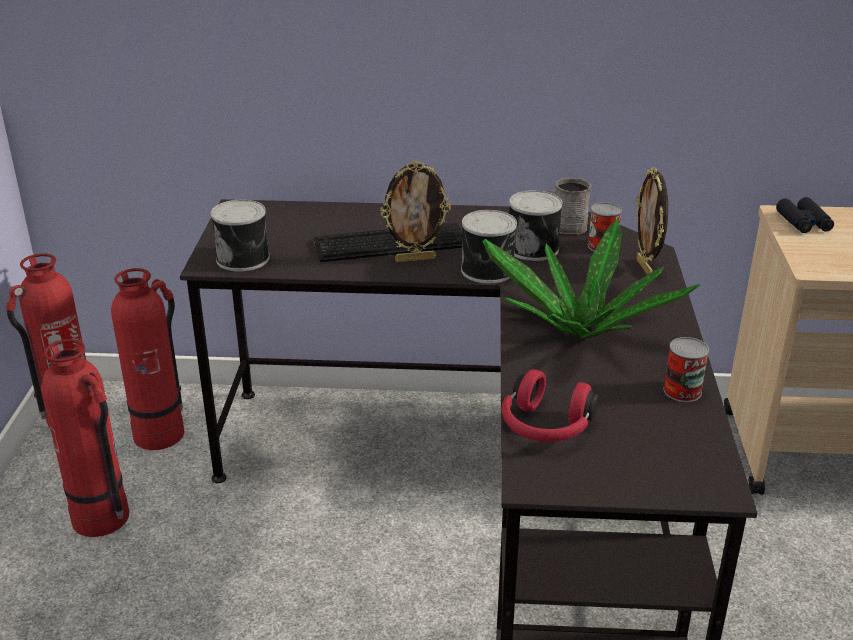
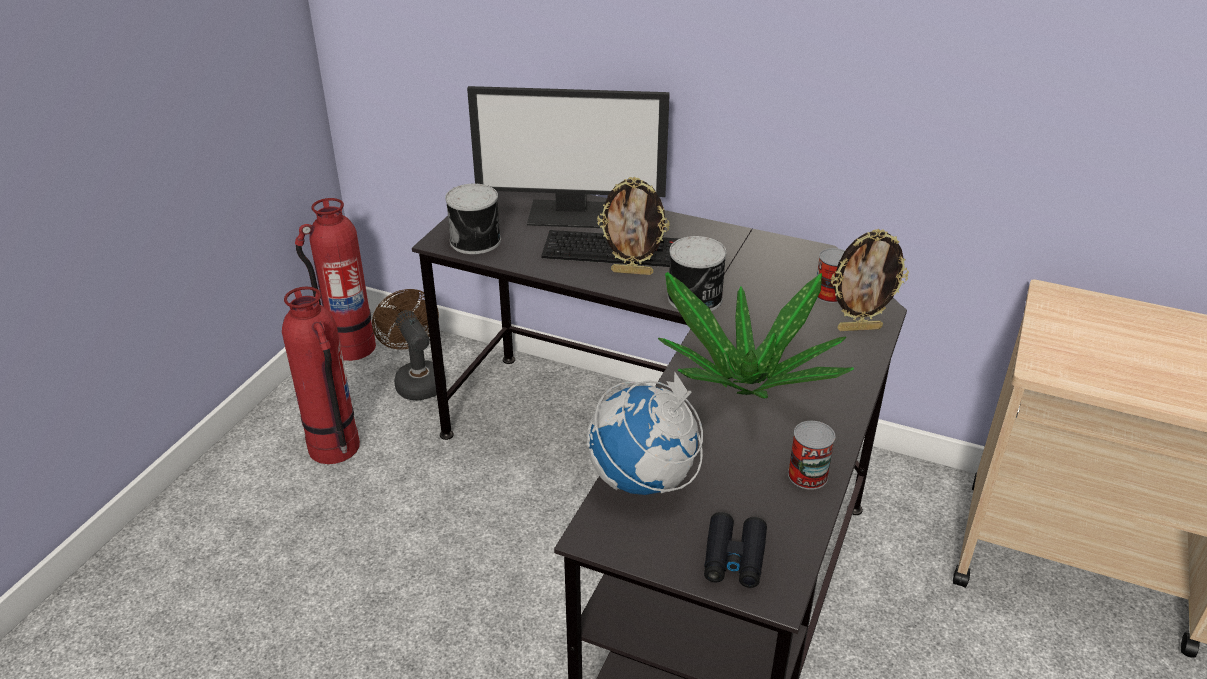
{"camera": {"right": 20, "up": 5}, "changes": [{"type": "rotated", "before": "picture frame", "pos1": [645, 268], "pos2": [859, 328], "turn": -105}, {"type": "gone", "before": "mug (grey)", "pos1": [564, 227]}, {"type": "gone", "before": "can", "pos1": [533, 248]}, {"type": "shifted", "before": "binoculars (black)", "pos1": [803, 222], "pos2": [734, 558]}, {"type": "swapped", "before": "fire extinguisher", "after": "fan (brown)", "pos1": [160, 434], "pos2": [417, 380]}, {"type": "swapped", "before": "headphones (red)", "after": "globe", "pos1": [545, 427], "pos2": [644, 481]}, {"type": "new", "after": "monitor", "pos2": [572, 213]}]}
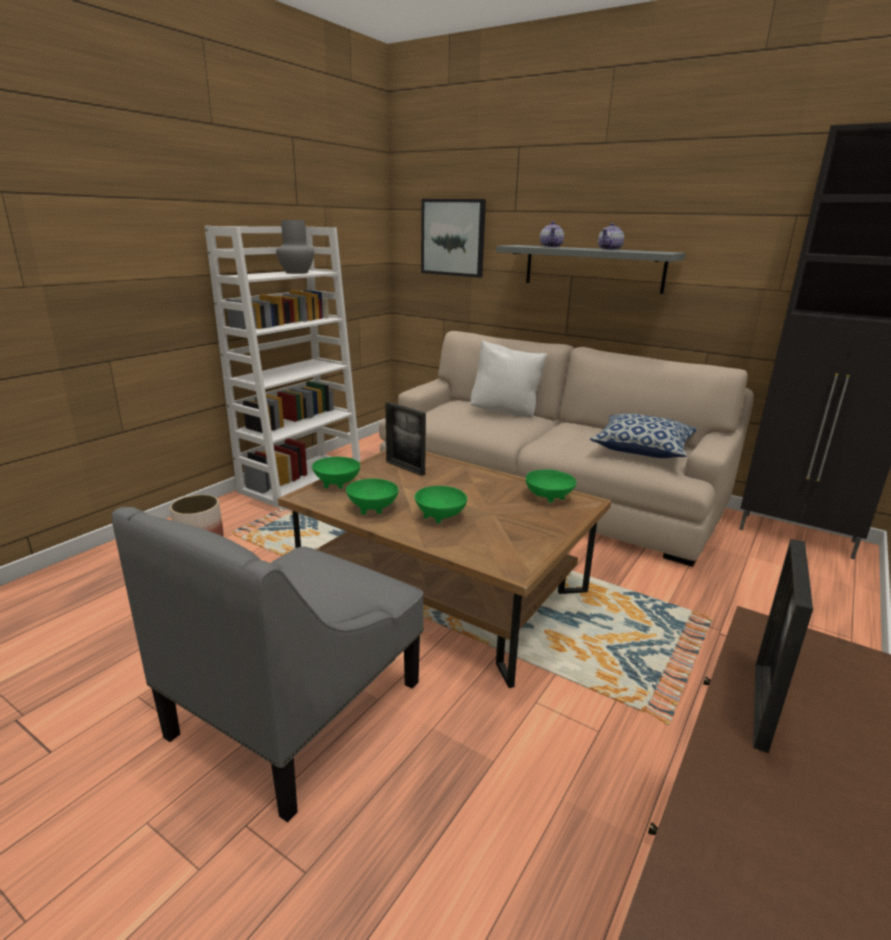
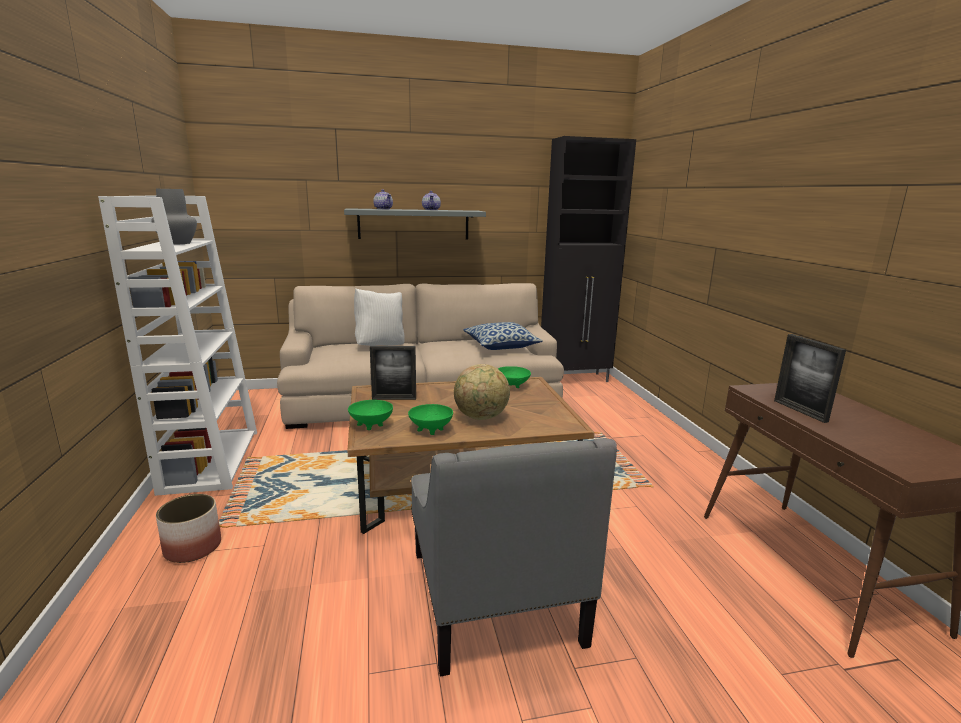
{"camera": {"right": -45, "up": -5}, "changes": [{"type": "gone", "before": "picture", "pos1": [453, 237]}, {"type": "swapped", "before": "bowl (green)", "after": "globe", "pos1": [440, 517], "pos2": [481, 417]}]}
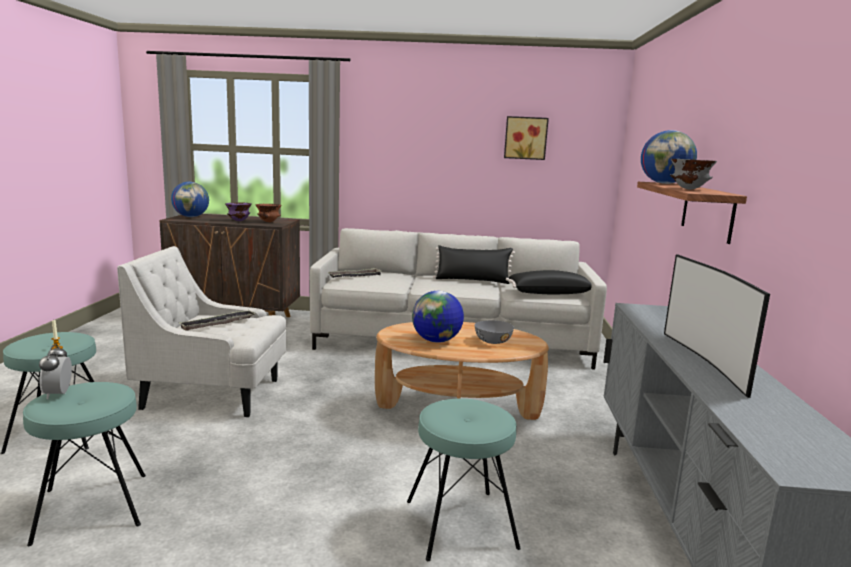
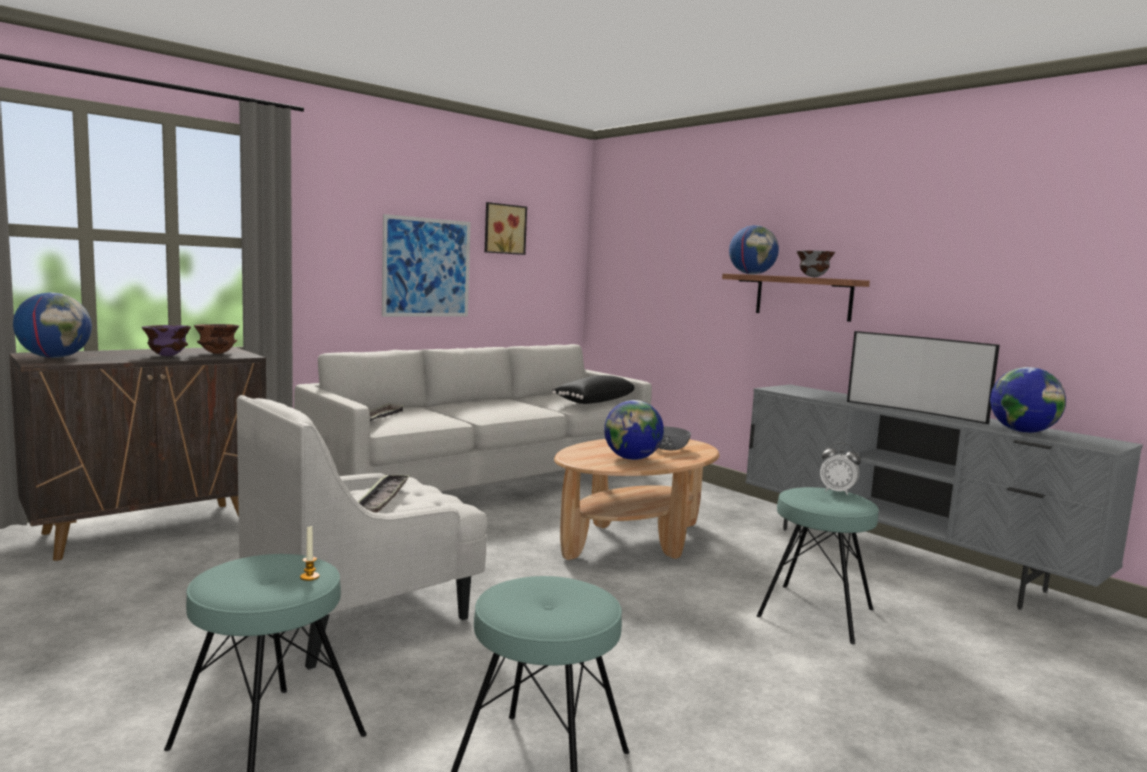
{"camera": {"right": -45, "up": -5}, "changes": [{"type": "gone", "before": "pillow (black)", "pos1": [472, 280]}, {"type": "shifted", "before": "alarm clock", "pos1": [58, 394], "pos2": [837, 492]}, {"type": "new", "after": "picture", "pos2": [426, 267]}, {"type": "new", "after": "globe", "pos2": [1022, 432]}]}
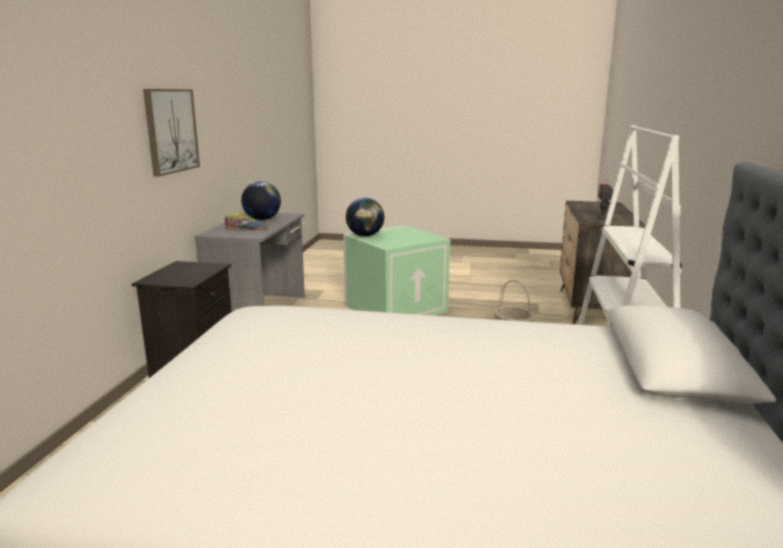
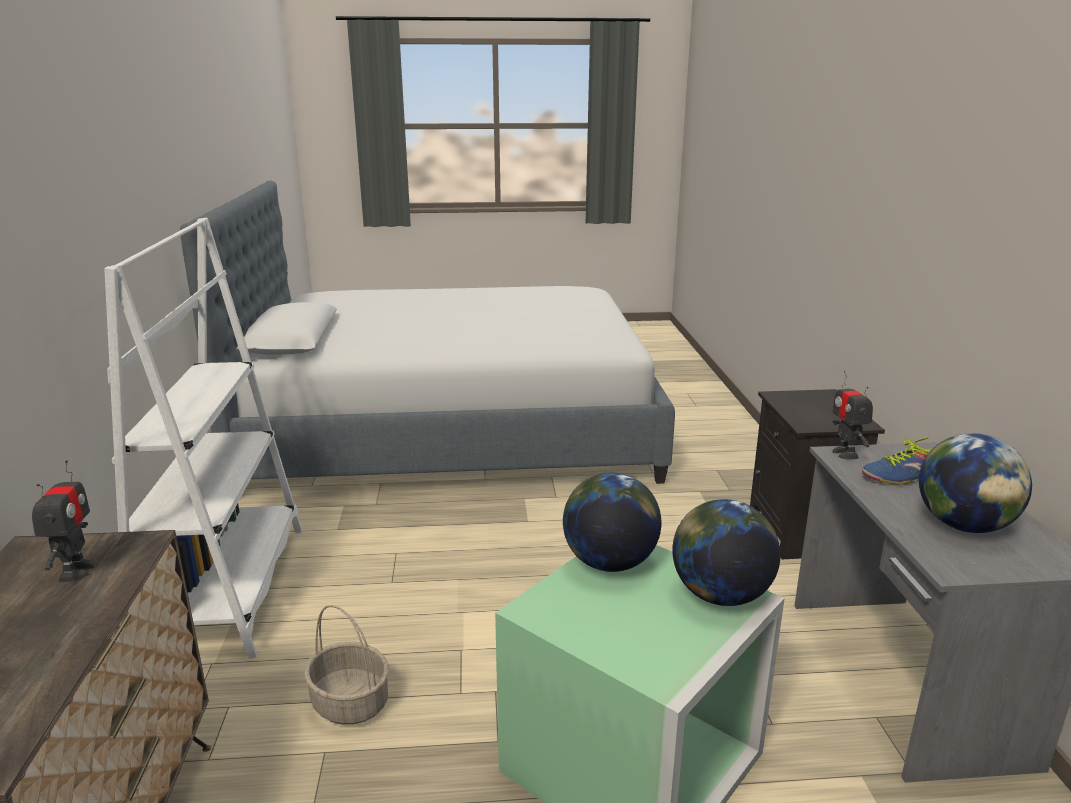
{"camera": {"right": 165, "up": 5}, "changes": [{"type": "gone", "before": "picture", "pos1": [171, 131]}, {"type": "new", "after": "toy robot", "pos2": [845, 453]}, {"type": "new", "after": "globe", "pos2": [609, 562]}]}
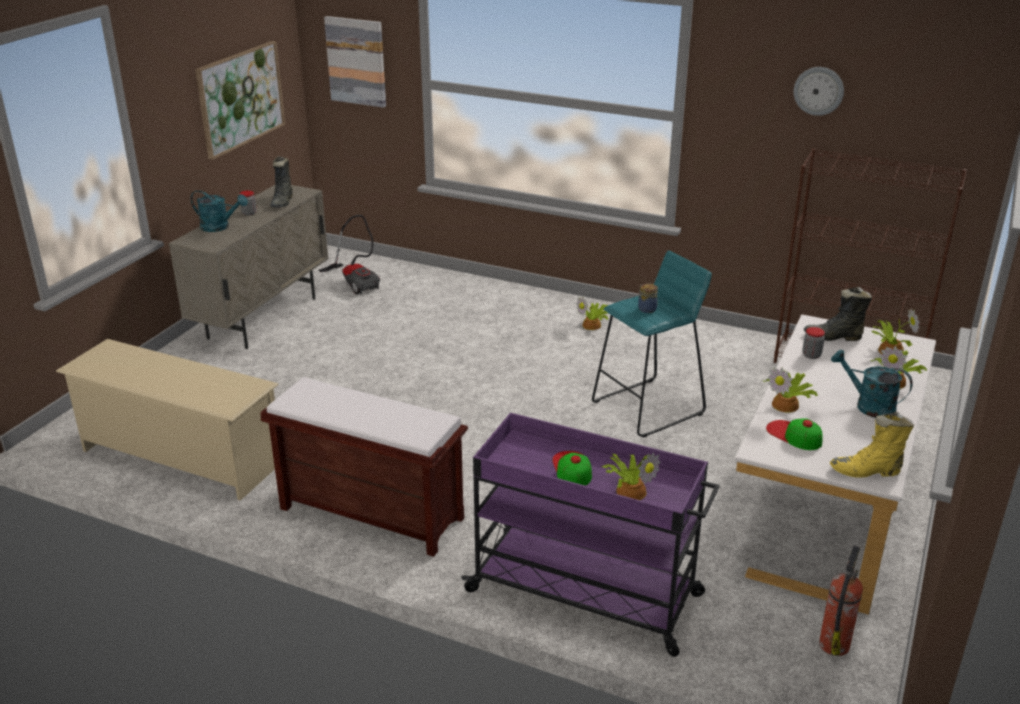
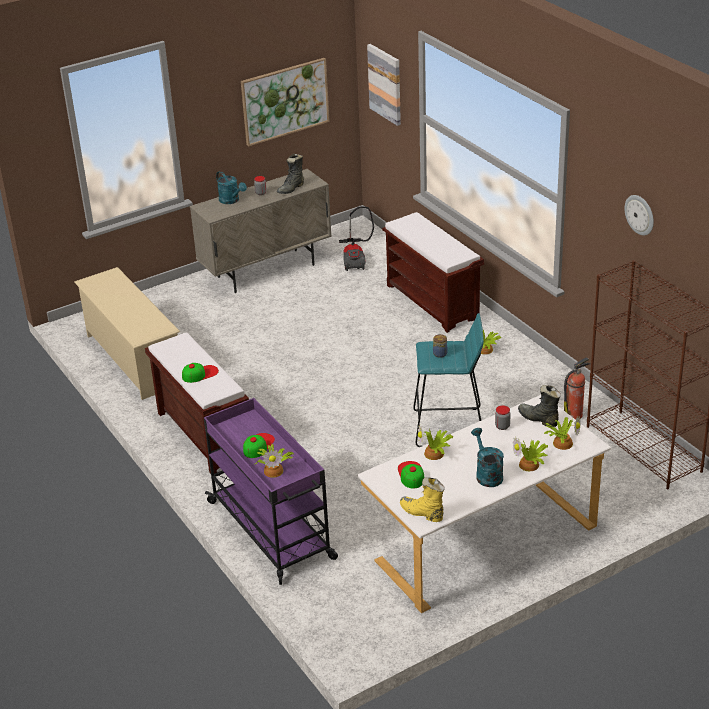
{"camera": {"right": 35, "up": 5}, "changes": [{"type": "shifted", "before": "fire extinguisher", "pos1": [834, 643], "pos2": [574, 414]}, {"type": "new", "after": "bench (brown)", "pos2": [433, 302]}, {"type": "new", "after": "cap", "pos2": [200, 374]}]}
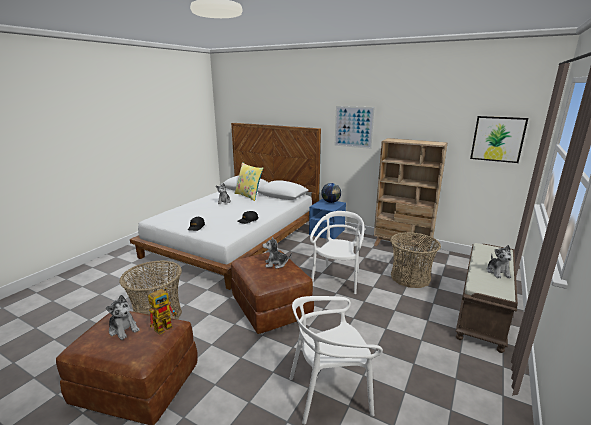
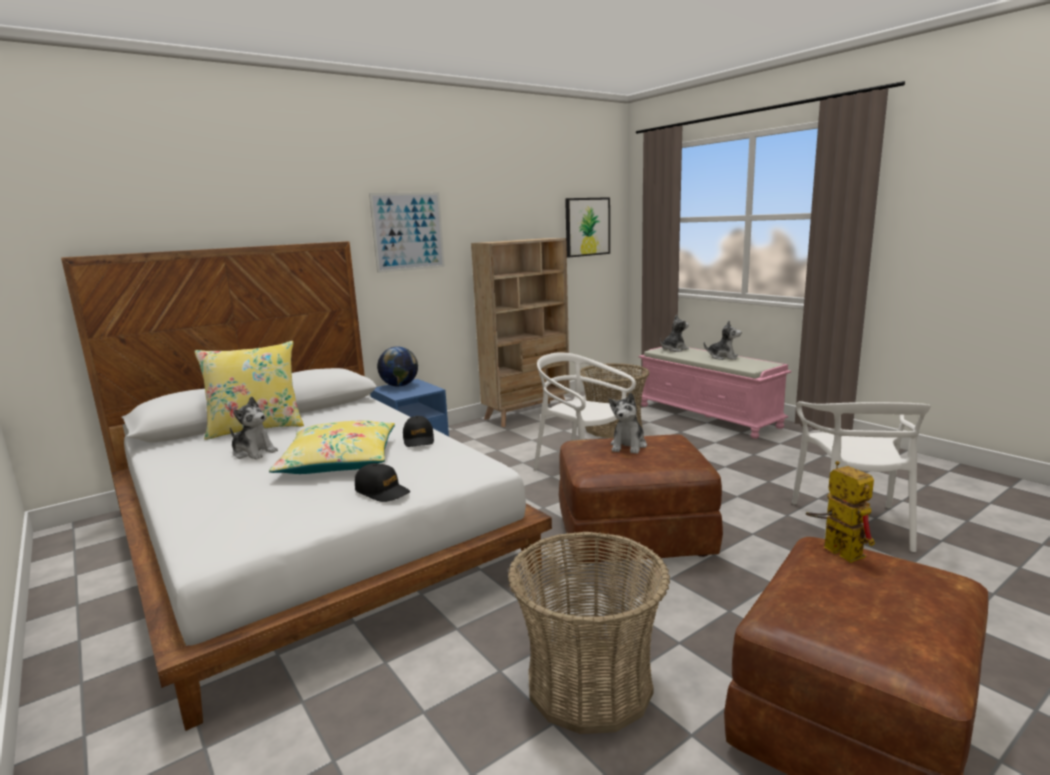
{"camera": {"right": -65, "up": -5}, "changes": [{"type": "repainted", "before": "bench (brown)", "after": "bench (pink)", "pos1": [483, 311], "pos2": [709, 416]}, {"type": "shifted", "before": "plush toy", "pos1": [123, 329], "pos2": [674, 349]}, {"type": "new", "after": "pillow (yellow)", "pos2": [339, 461]}]}
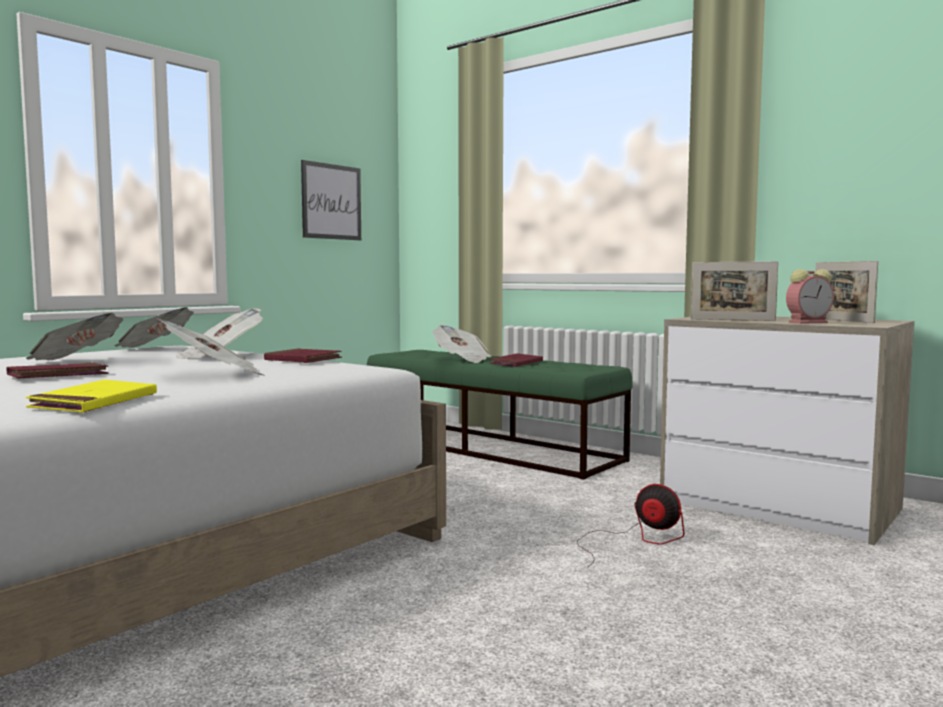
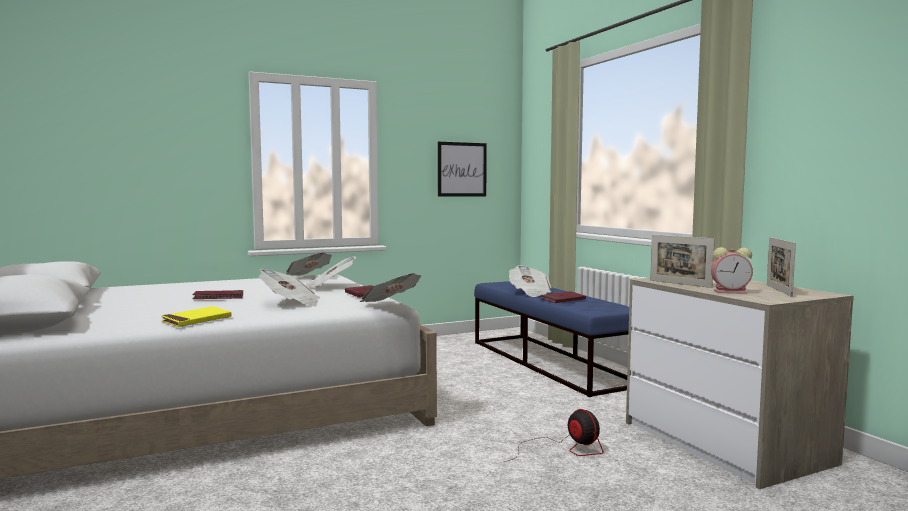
{"camera": {"right": 25, "up": 0}, "changes": [{"type": "shifted", "before": "newspaper", "pos1": [76, 362], "pos2": [390, 305]}, {"type": "repainted", "before": "bench (green)", "after": "bench (blue)", "pos1": [490, 448], "pos2": [551, 362]}]}
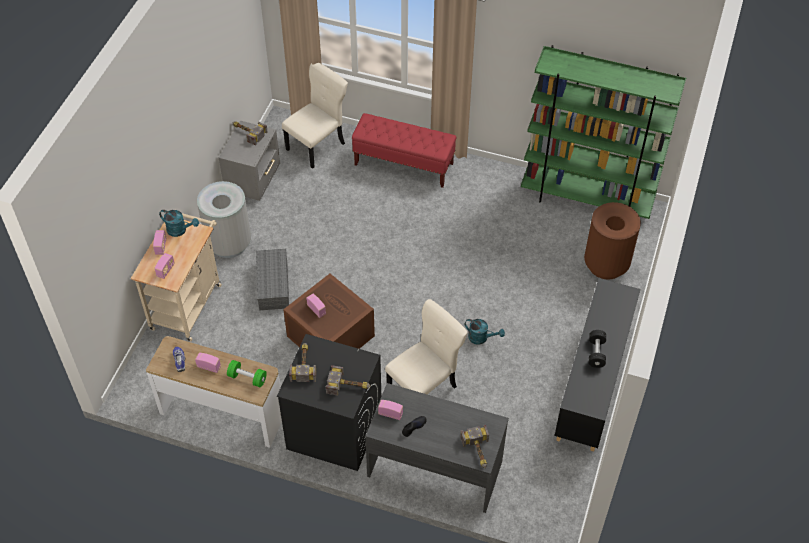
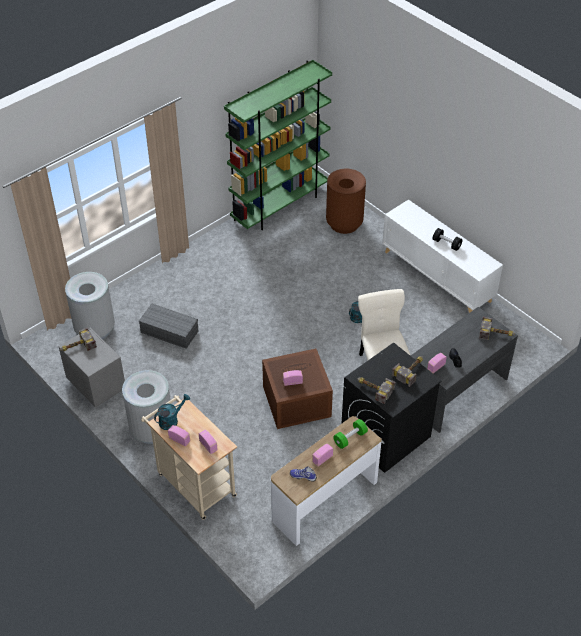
{"camera": {"right": -60, "up": -5}, "changes": [{"type": "swapped", "before": "chair (beige)", "after": "trash can (grey)", "pos1": [317, 145], "pos2": [95, 329]}, {"type": "gone", "before": "bench (red)", "pos1": [404, 164]}, {"type": "shifted", "before": "storage box (grey)", "pos1": [272, 284], "pos2": [168, 332]}, {"type": "repainted", "before": "cabinet (black)", "after": "cabinet (white)", "pos1": [592, 383], "pos2": [437, 276]}]}
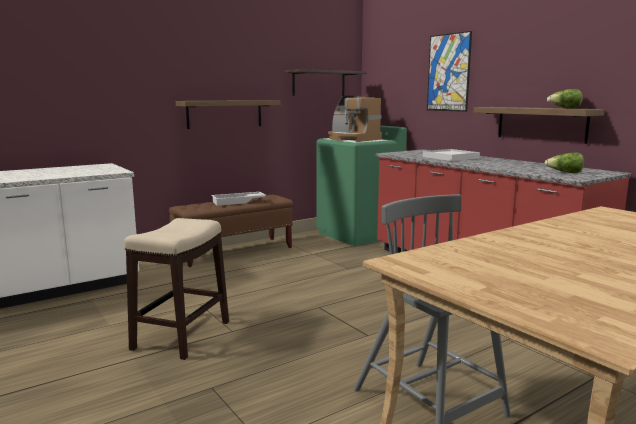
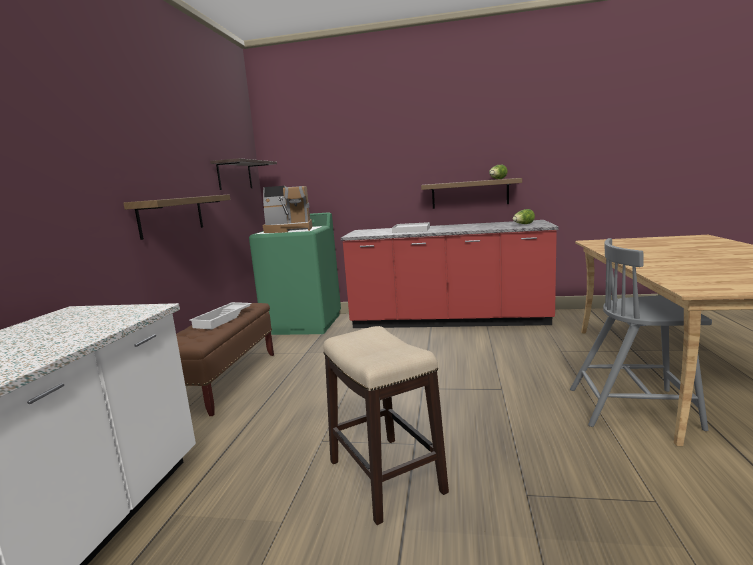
{"camera": {"right": -45, "up": 0}, "changes": [{"type": "gone", "before": "picture", "pos1": [448, 72]}]}
